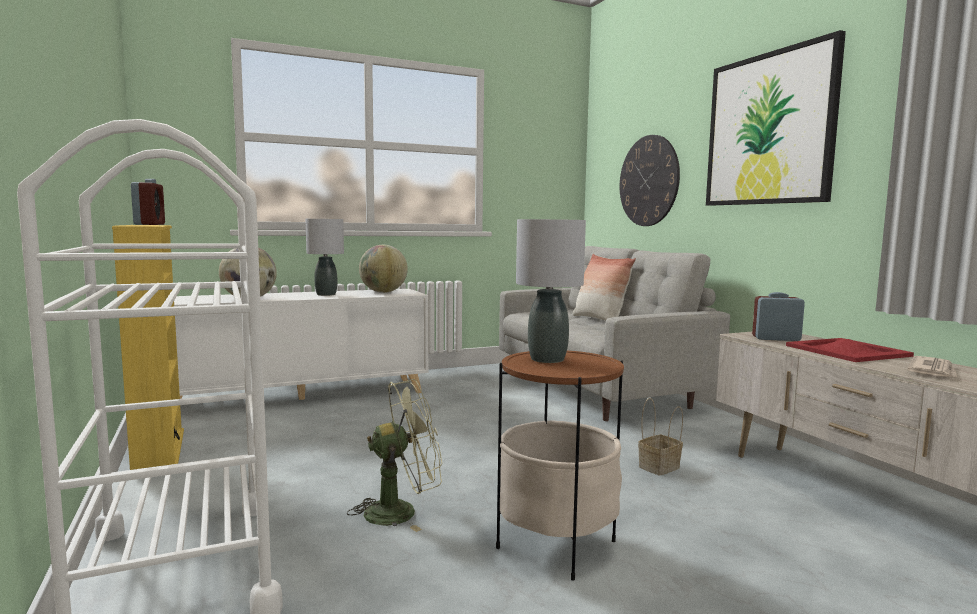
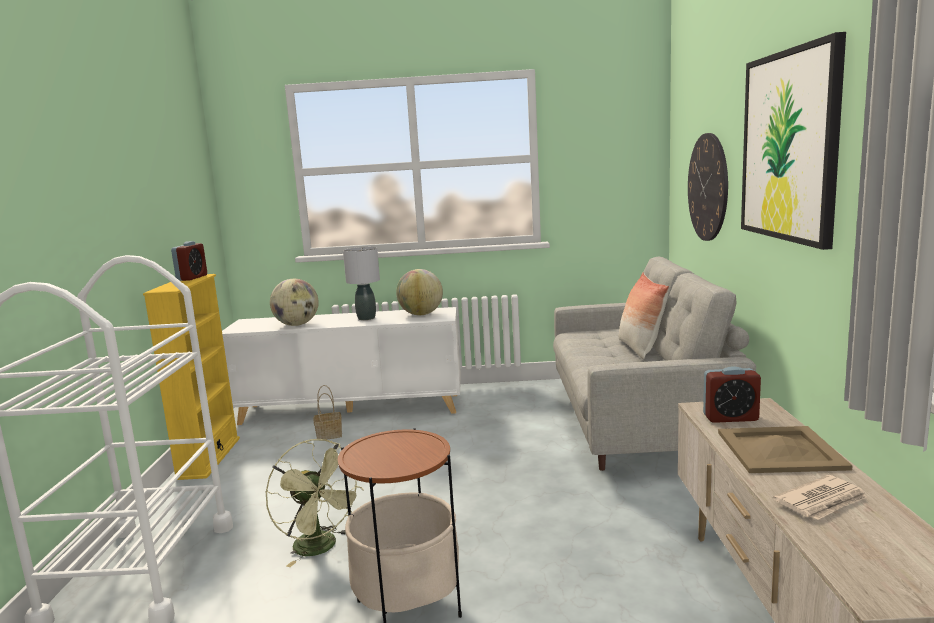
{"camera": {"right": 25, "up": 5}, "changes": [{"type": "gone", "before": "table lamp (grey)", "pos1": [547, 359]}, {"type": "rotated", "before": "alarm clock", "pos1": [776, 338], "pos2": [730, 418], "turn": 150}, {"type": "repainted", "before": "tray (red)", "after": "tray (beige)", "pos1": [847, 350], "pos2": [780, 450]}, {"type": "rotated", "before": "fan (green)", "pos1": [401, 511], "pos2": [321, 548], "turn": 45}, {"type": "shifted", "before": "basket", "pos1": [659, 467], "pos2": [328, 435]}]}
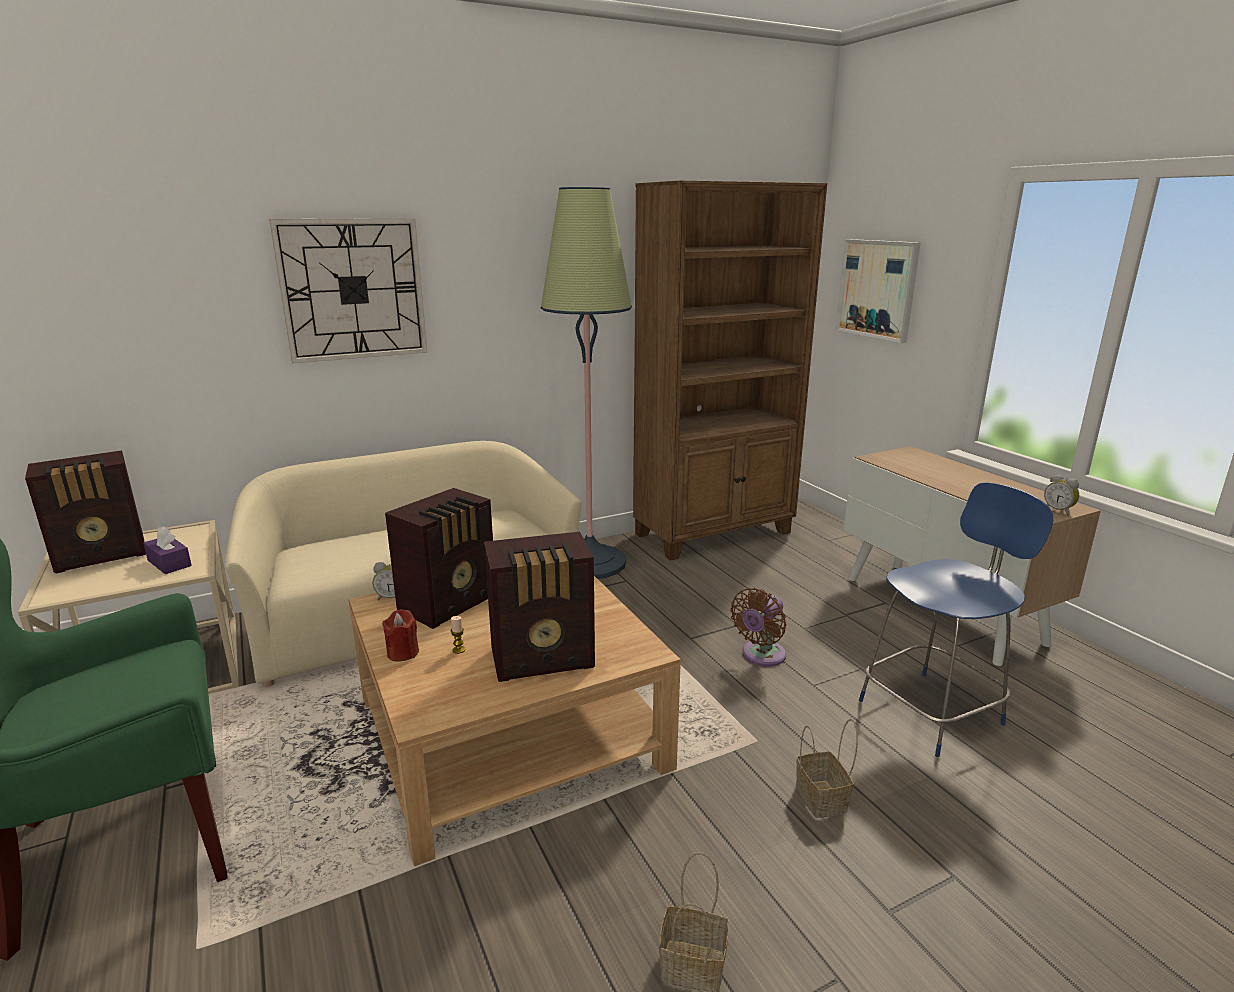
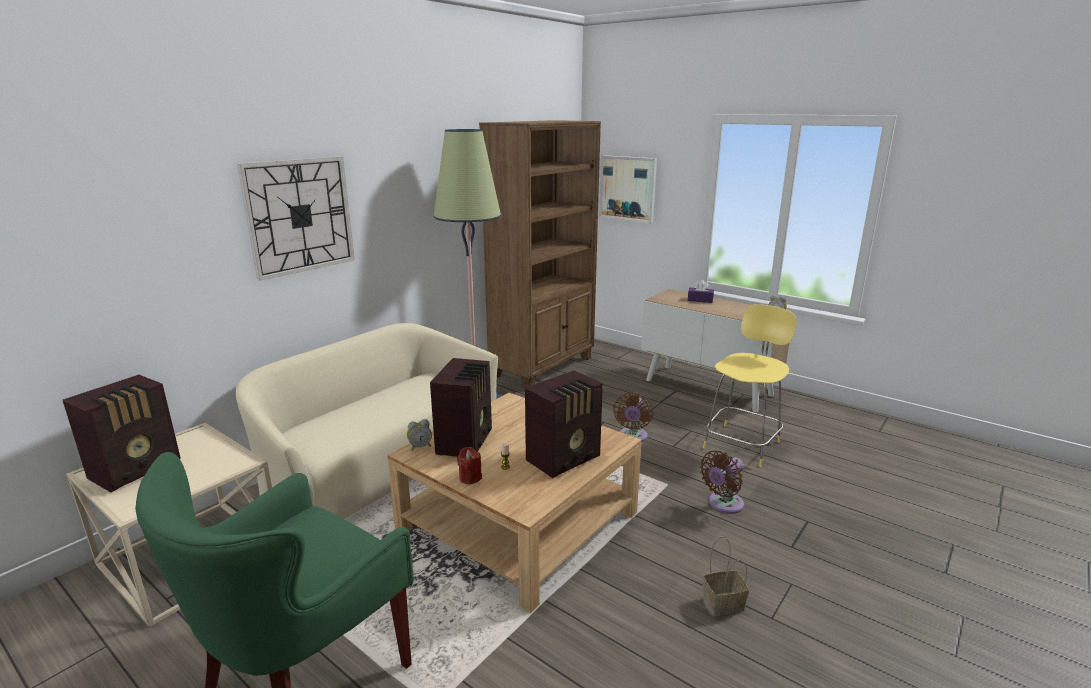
{"camera": {"right": -25, "up": 0}, "changes": [{"type": "repainted", "before": "stool (blue)", "after": "stool (yellow)", "pos1": [934, 710], "pos2": [743, 444]}, {"type": "shifted", "before": "tissue box (purple)", "pos1": [169, 563], "pos2": [700, 300]}, {"type": "swapped", "before": "basket", "after": "fan (brown)", "pos1": [822, 799], "pos2": [723, 504]}]}
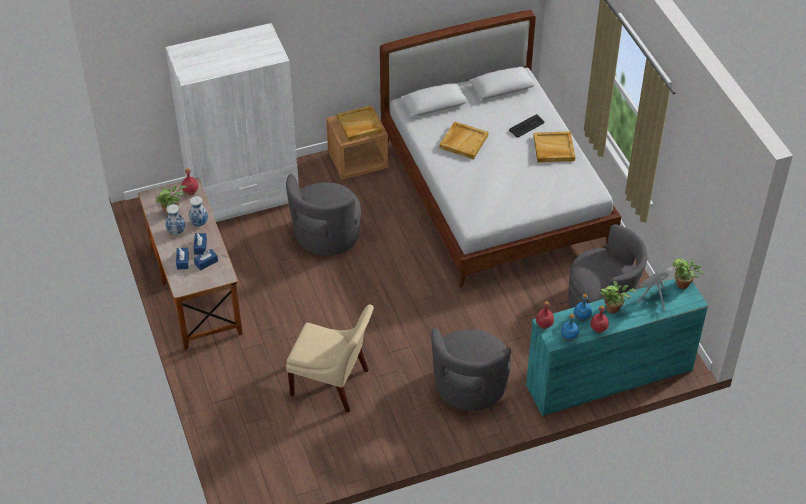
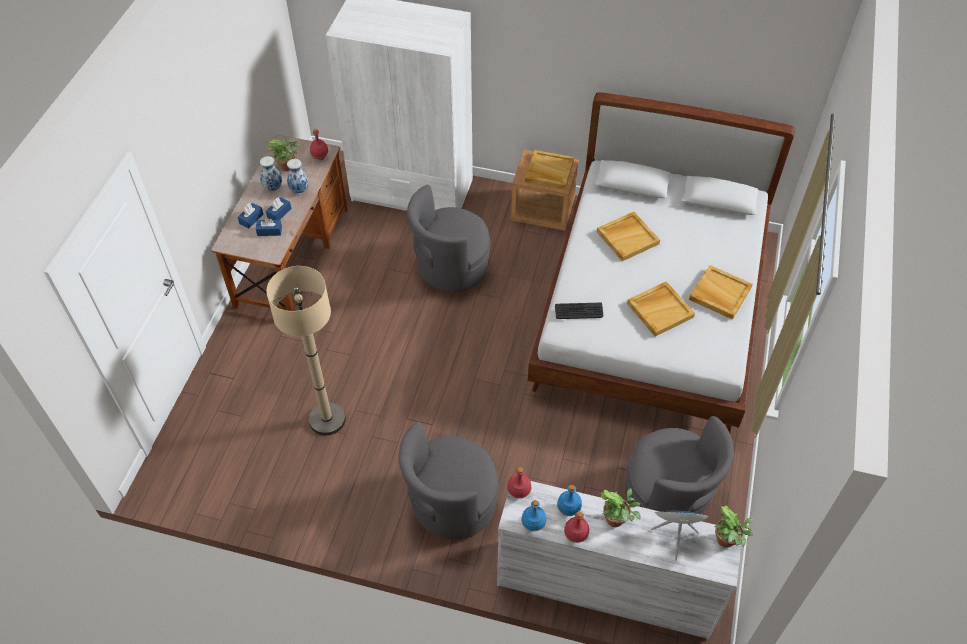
{"camera": {"right": 35, "up": 5}, "changes": [{"type": "shifted", "before": "keyboard", "pos1": [527, 126], "pos2": [579, 311]}, {"type": "repainted", "before": "dresser (turquoise)", "after": "dresser (white)", "pos1": [608, 377], "pos2": [605, 586]}, {"type": "swapped", "before": "chair (beige)", "after": "floor lamp (beige)", "pos1": [333, 384], "pos2": [327, 419]}, {"type": "new", "after": "tray (beige)", "pos2": [660, 310]}]}
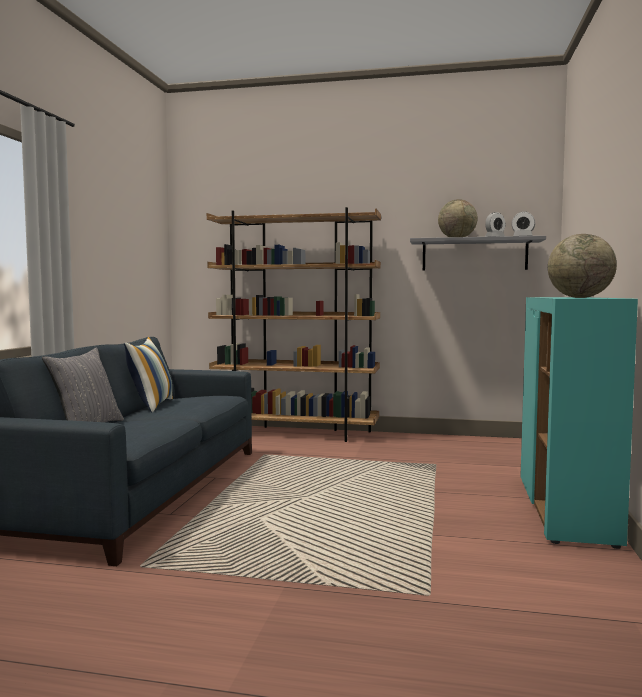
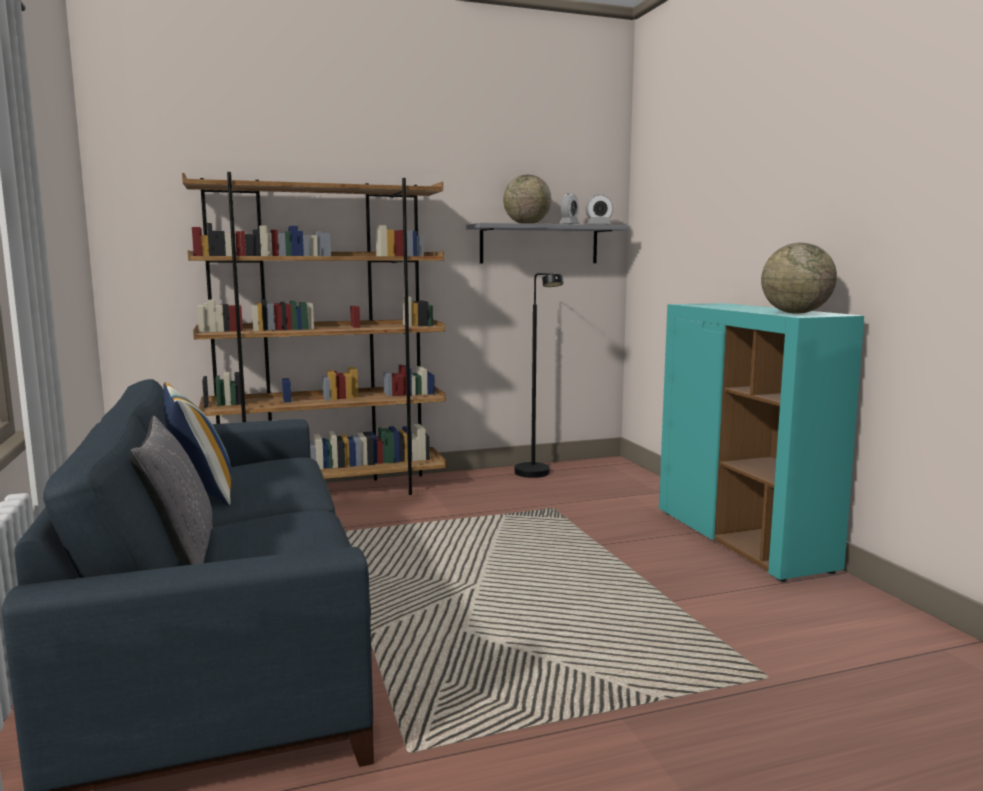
{"camera": {"right": -30, "up": 5}, "changes": [{"type": "new", "after": "floor lamp (black)", "pos2": [536, 475]}]}
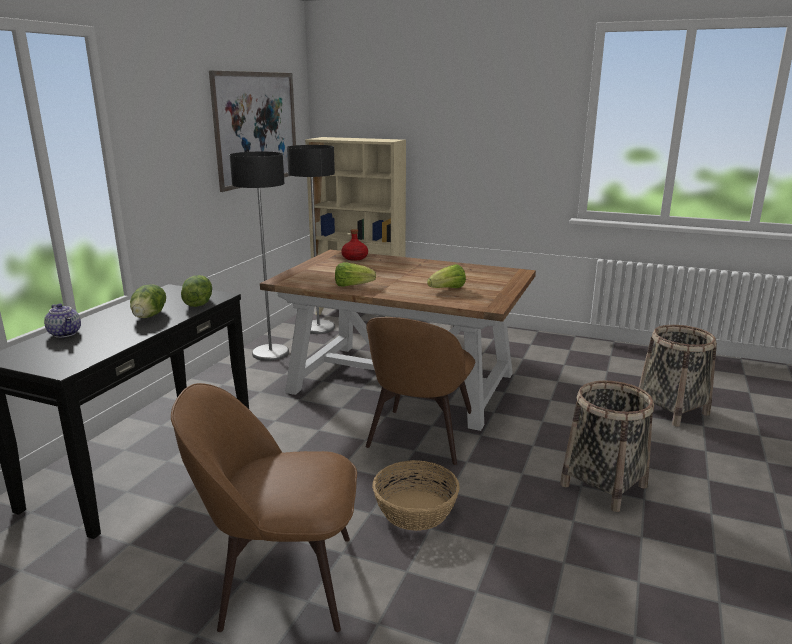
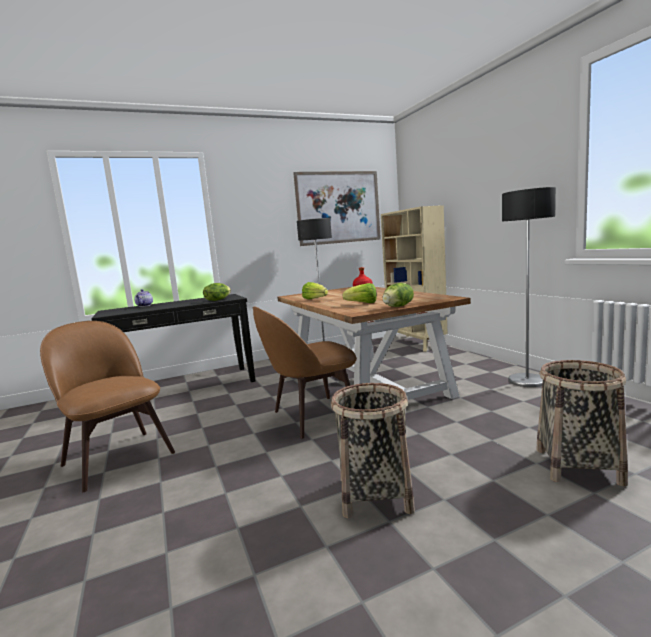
{"camera": {"right": 45, "up": -10}, "changes": [{"type": "shifted", "before": "floor lamp", "pos1": [318, 327], "pos2": [527, 381]}, {"type": "shifted", "before": "lettuce", "pos1": [150, 316], "pos2": [398, 306]}, {"type": "gone", "before": "basket", "pos1": [415, 510]}]}
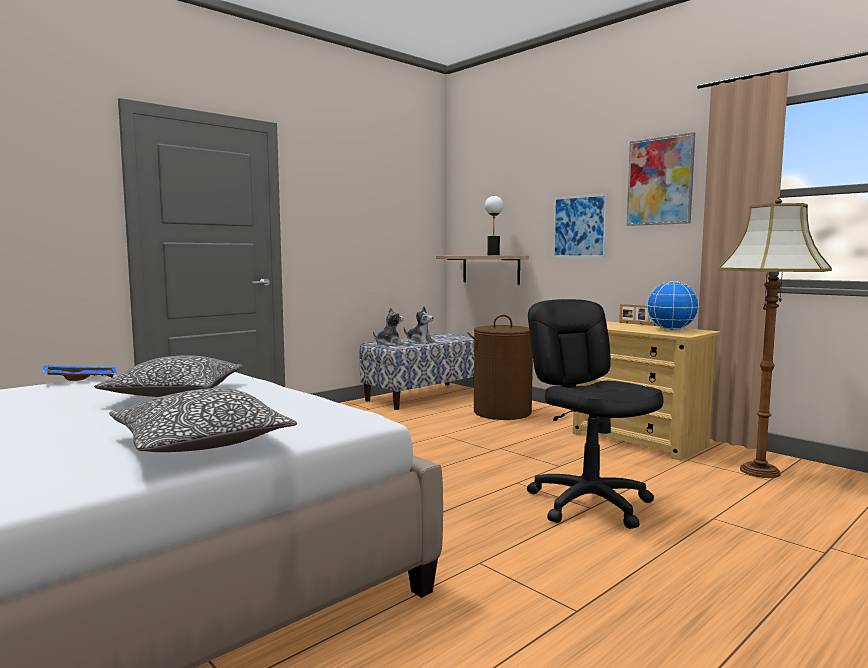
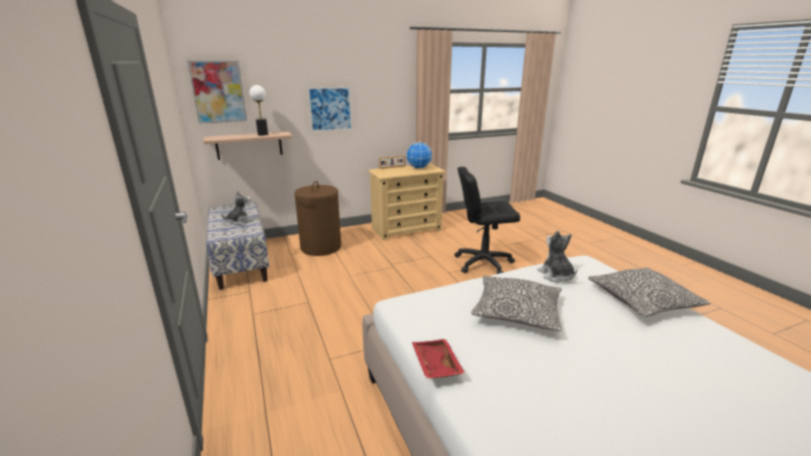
{"camera": {"right": -70, "up": 15}, "changes": [{"type": "shifted", "before": "picture", "pos1": [660, 181], "pos2": [218, 92]}, {"type": "gone", "before": "floor lamp", "pos1": [760, 471]}, {"type": "shifted", "before": "plush toy", "pos1": [388, 344], "pos2": [556, 275]}, {"type": "repainted", "before": "tray (blue)", "after": "tray (red)", "pos1": [81, 379], "pos2": [435, 365]}]}
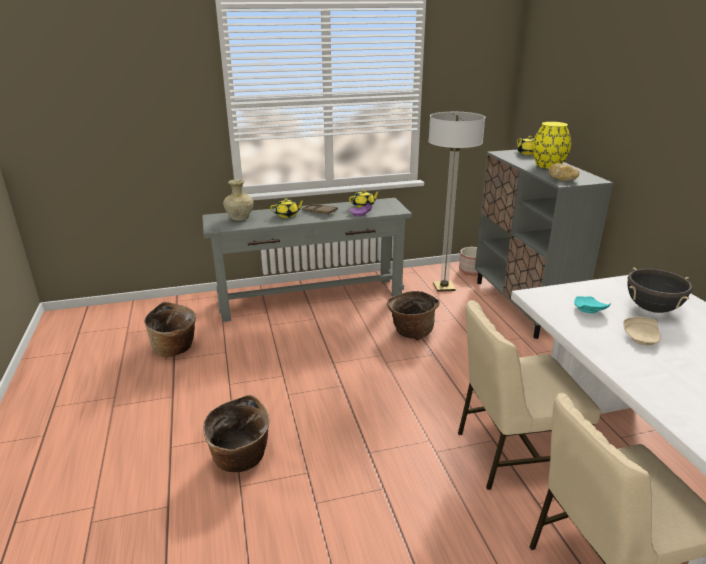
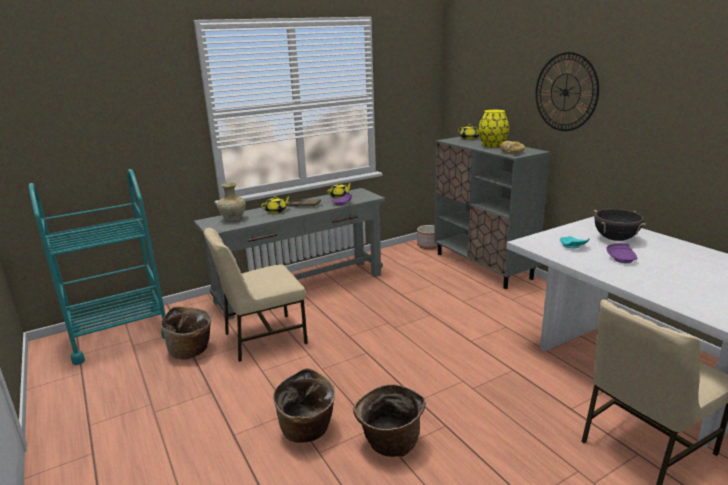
{"camera": {"right": -15, "up": -5}, "changes": [{"type": "gone", "before": "floor lamp", "pos1": [444, 287]}, {"type": "shifted", "before": "basket", "pos1": [411, 332], "pos2": [389, 443]}, {"type": "shifted", "before": "chair (beige)", "pos1": [513, 453], "pos2": [263, 338]}, {"type": "repainted", "before": "plate (beige)", "after": "plate (purple)", "pos1": [641, 338], "pos2": [622, 259]}, {"type": "new", "after": "wall clock", "pos2": [565, 92]}, {"type": "new", "after": "cart (turquoise)", "pos2": [121, 335]}]}
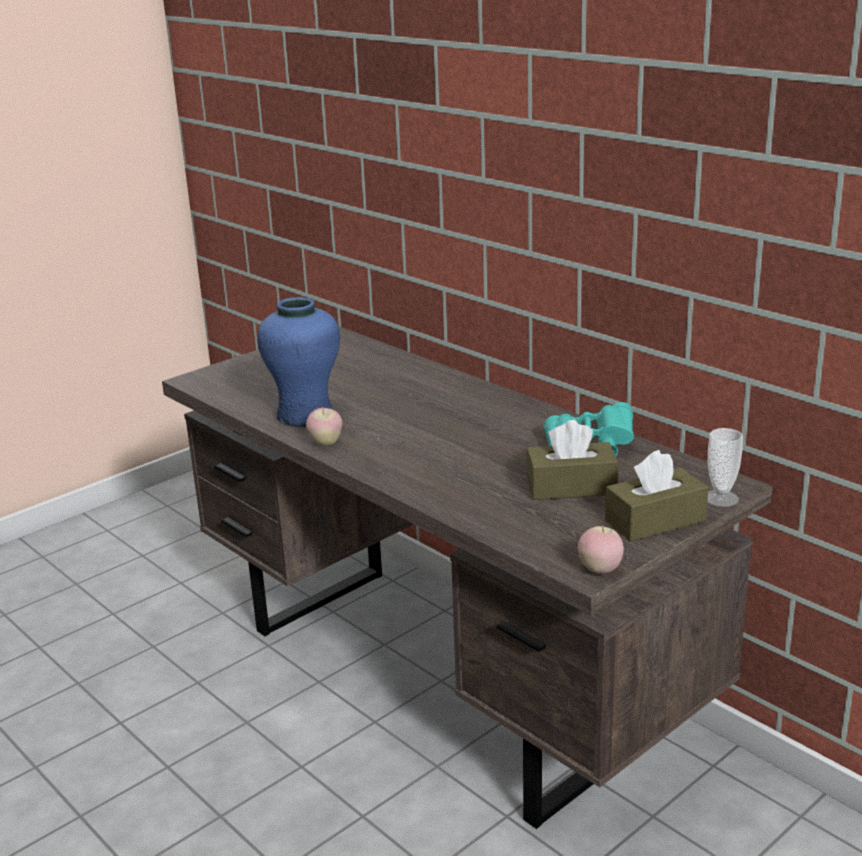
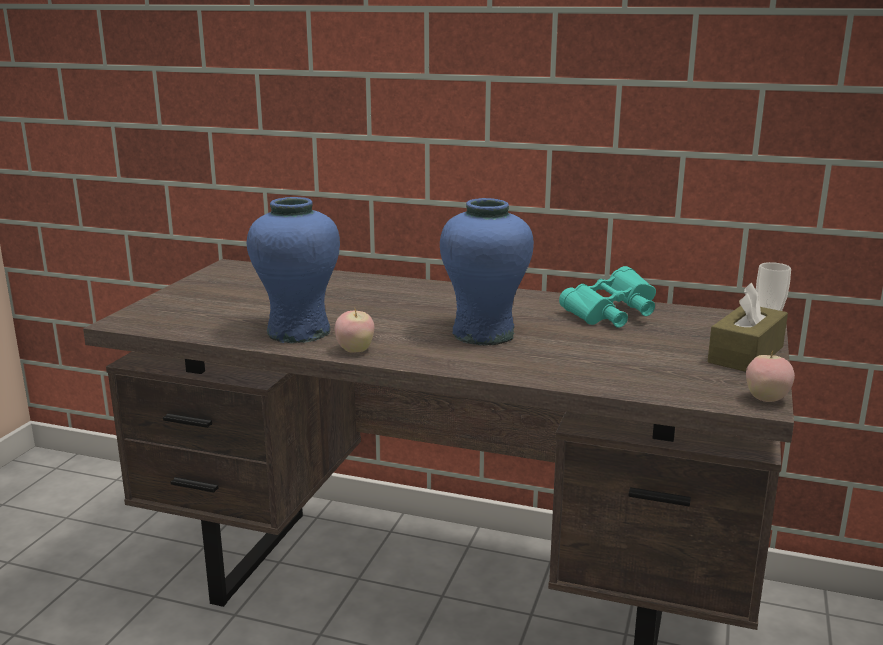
{"camera": {"right": -30, "up": -5}, "changes": [{"type": "gone", "before": "tissue box (brown)", "pos1": [571, 487]}, {"type": "new", "after": "vase (blue)", "pos2": [483, 333]}]}
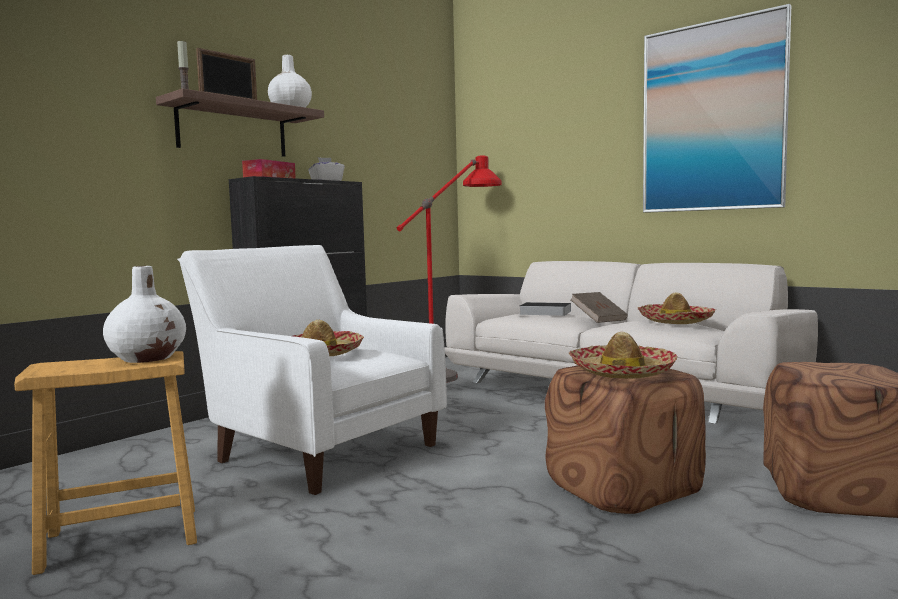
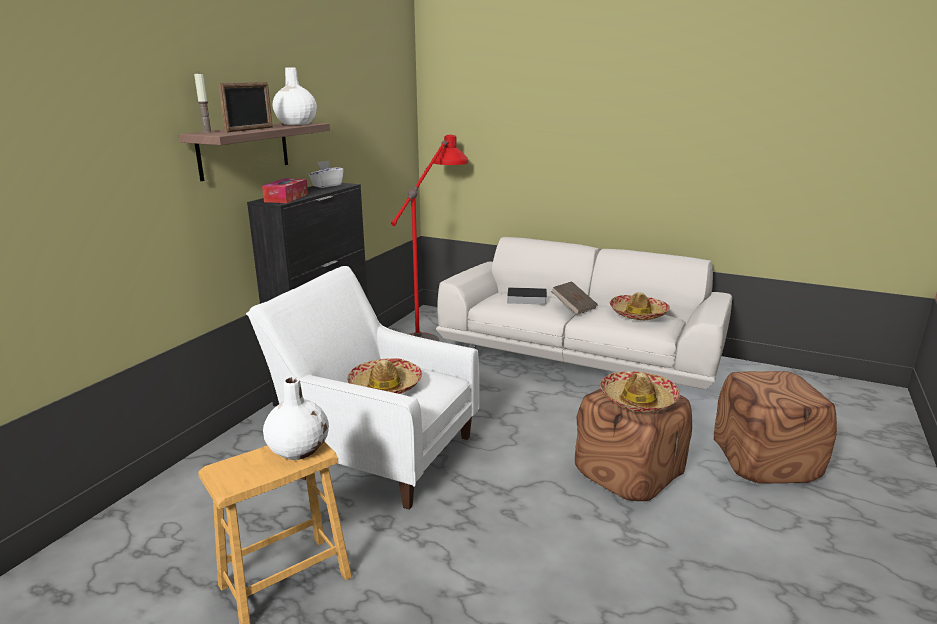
{"camera": {"right": -15, "up": 15}, "changes": [{"type": "gone", "before": "picture", "pos1": [712, 117]}]}
